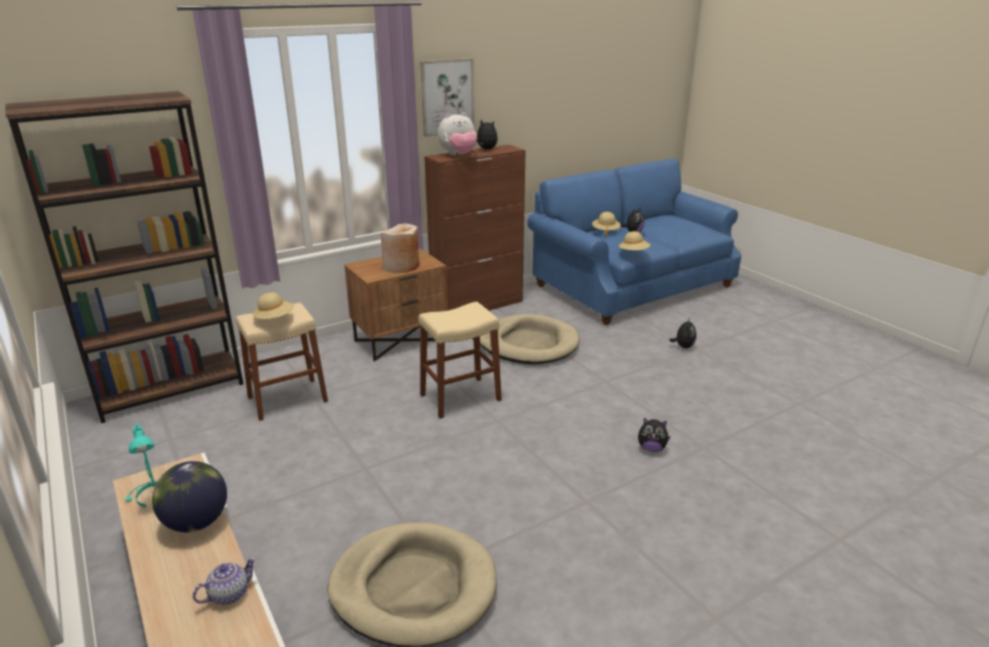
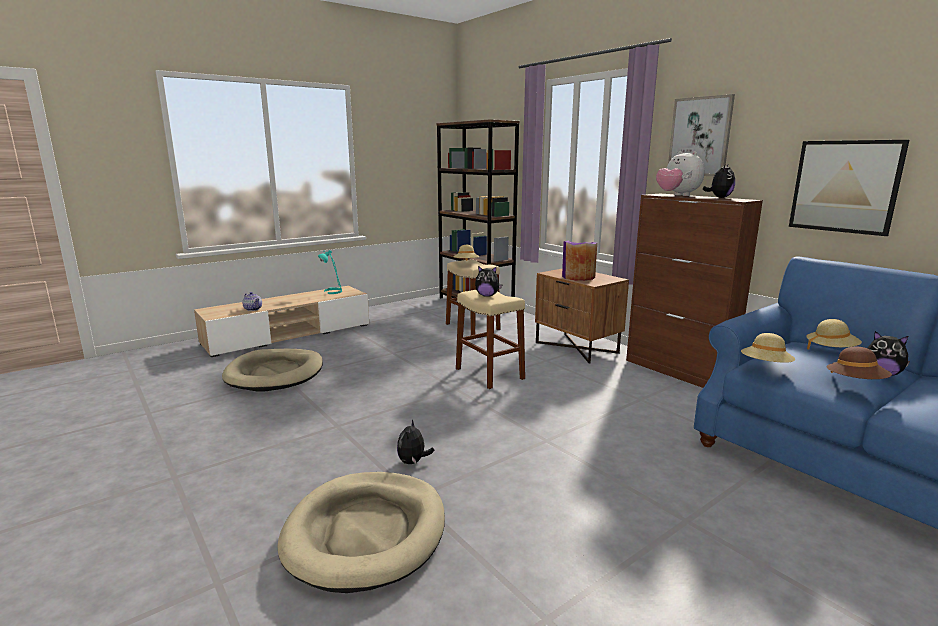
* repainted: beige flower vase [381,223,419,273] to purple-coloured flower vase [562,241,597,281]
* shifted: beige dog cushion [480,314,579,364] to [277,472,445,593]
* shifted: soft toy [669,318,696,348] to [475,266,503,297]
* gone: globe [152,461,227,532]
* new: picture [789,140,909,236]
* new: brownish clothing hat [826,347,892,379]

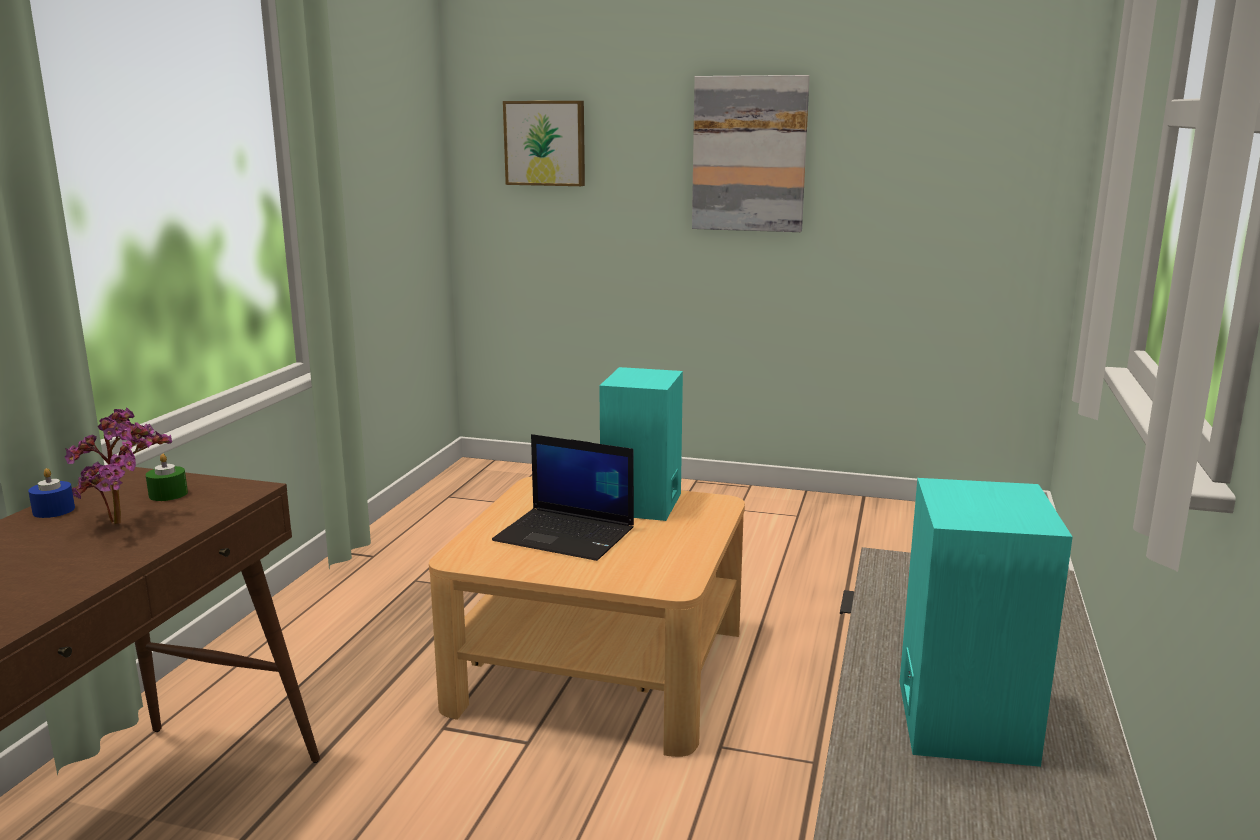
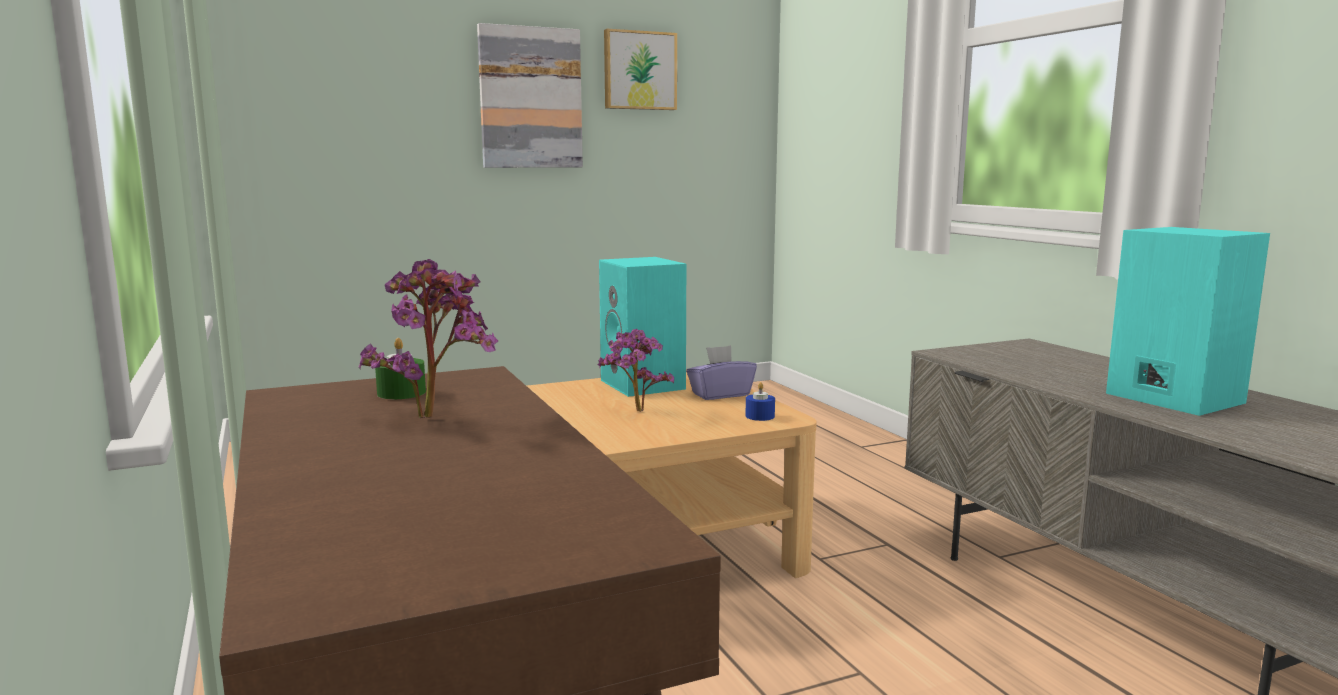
* shifted: picture [503,101,585,186] to [604,29,677,110]
* swapped: portable computer [492,434,634,561] to plant in a pot [598,329,674,412]
* shifted: blue wax light [28,468,75,518] to [745,382,775,421]
* new: purple-coloured tissue box [686,345,757,400]

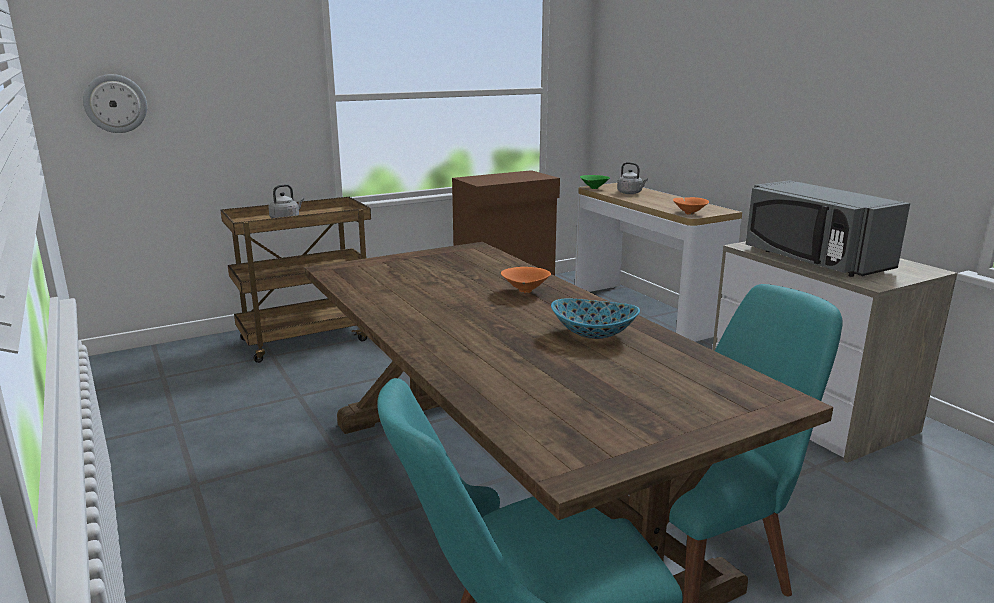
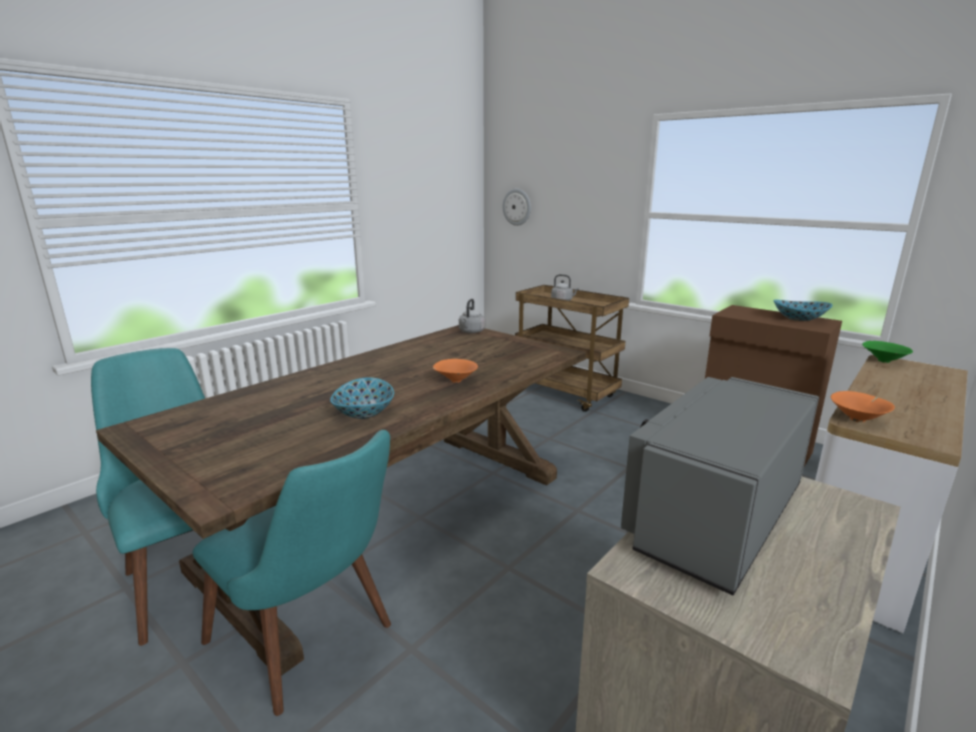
* shifted: greyish kettle [617,162,648,194] to [459,299,485,333]
* new: deep dish [773,300,833,321]

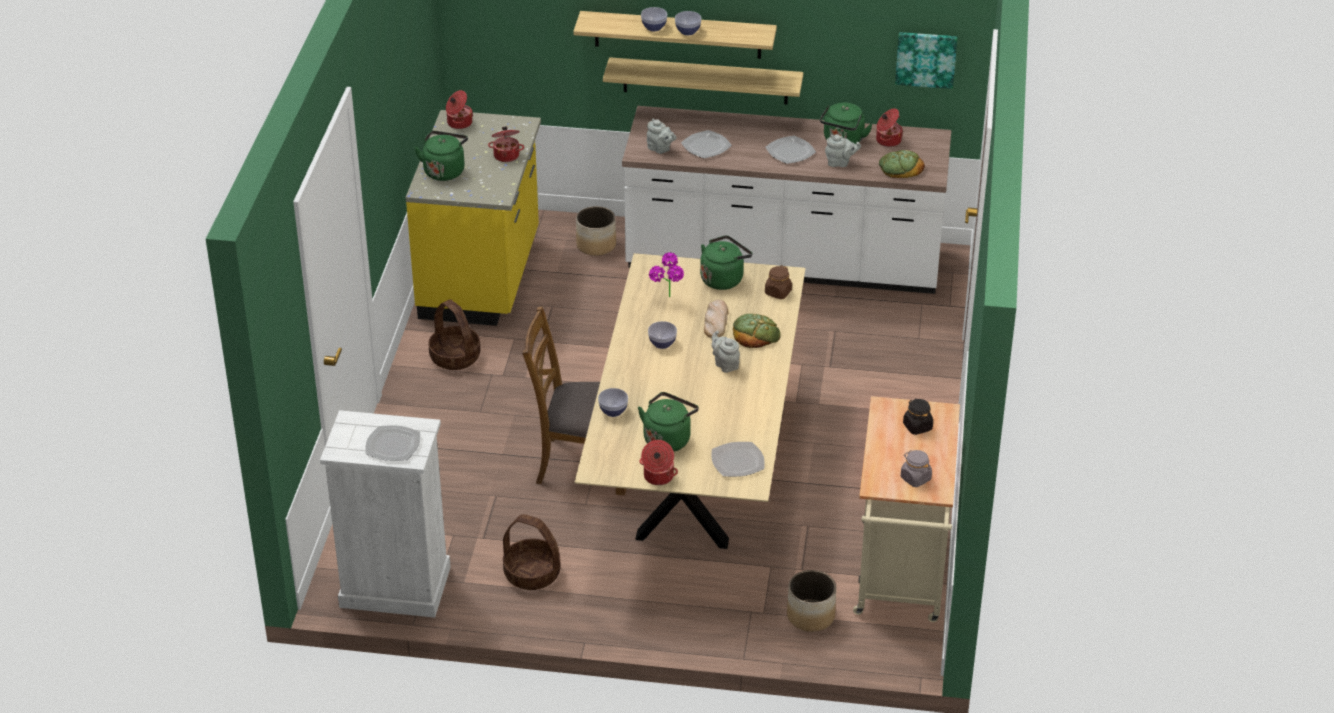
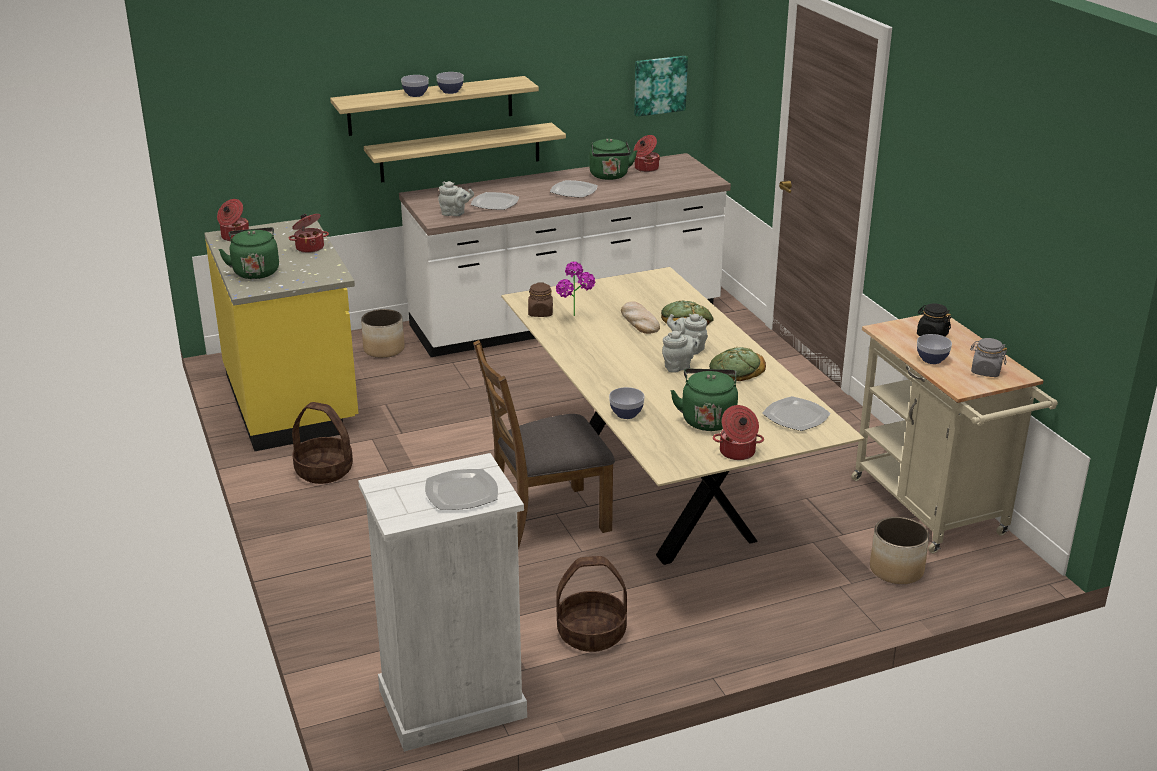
* shifted: greyish pot for tea [825,135,861,167] to [662,331,702,373]
* shifted: baked bread [879,150,925,178] to [709,347,766,381]
* gone: greenish kettle [700,235,752,290]
* shifted: brownish jar [765,265,792,299] to [528,282,553,317]
* shifted: deep dish [648,321,677,349] to [917,334,952,364]

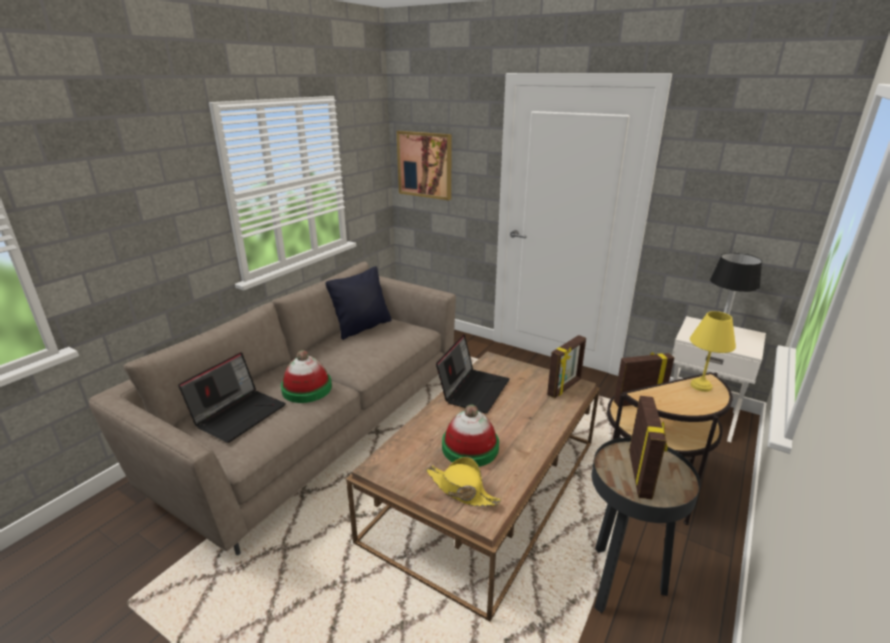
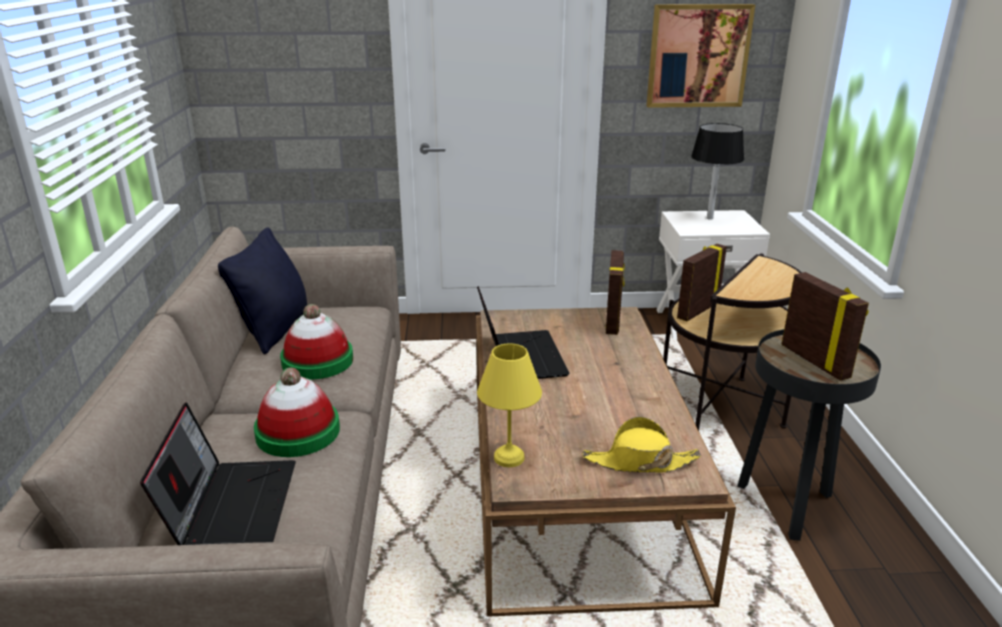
* shifted: picture [397,131,452,200] to [646,4,755,108]
* shifted: yellow-coloured lamp for a table [690,311,736,392] to [477,343,542,467]
* shifted: clothing hat [442,405,499,467] to [280,304,353,379]

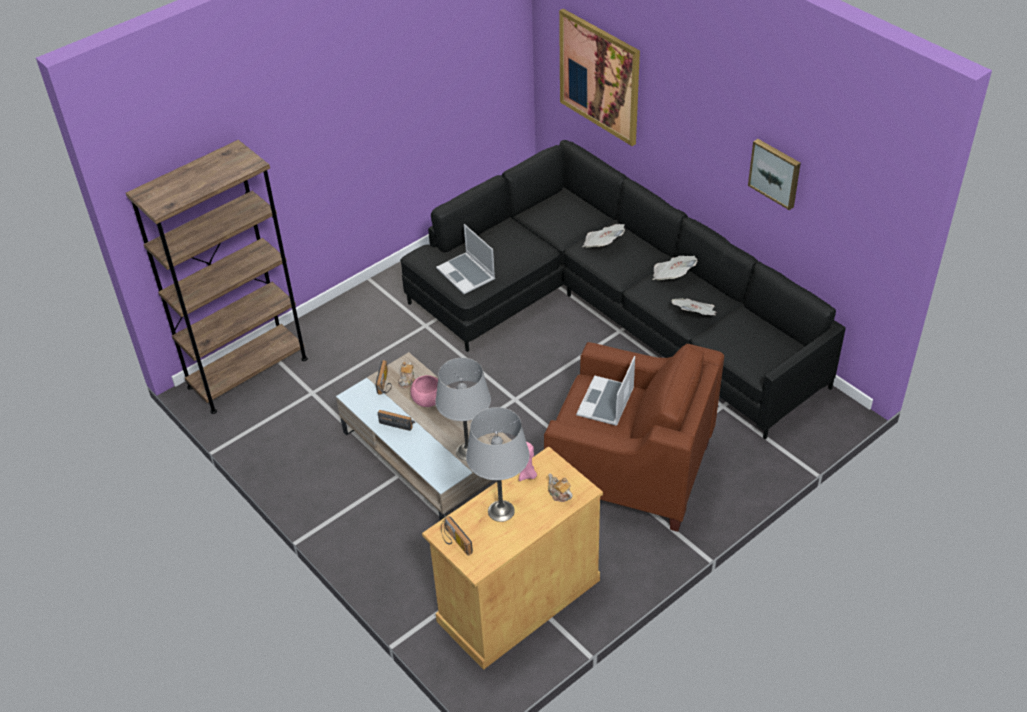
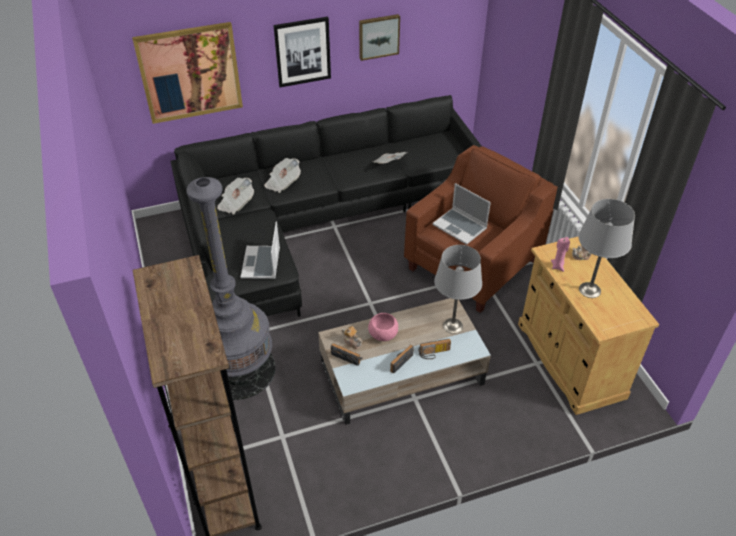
* rotated: portable computer [436,224,495,294] = [241,222,280,279] 105 degrees clockwise
* shifted: printed paper [653,256,698,280] to [217,178,254,214]
* shifted: radio [441,516,473,556] to [418,339,451,359]
* new: picture [273,17,331,87]
* new: greyish floor lamp [186,177,276,400]

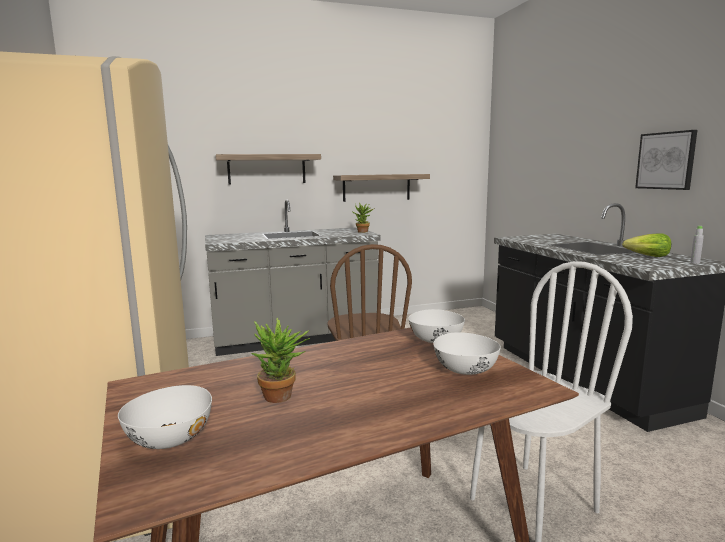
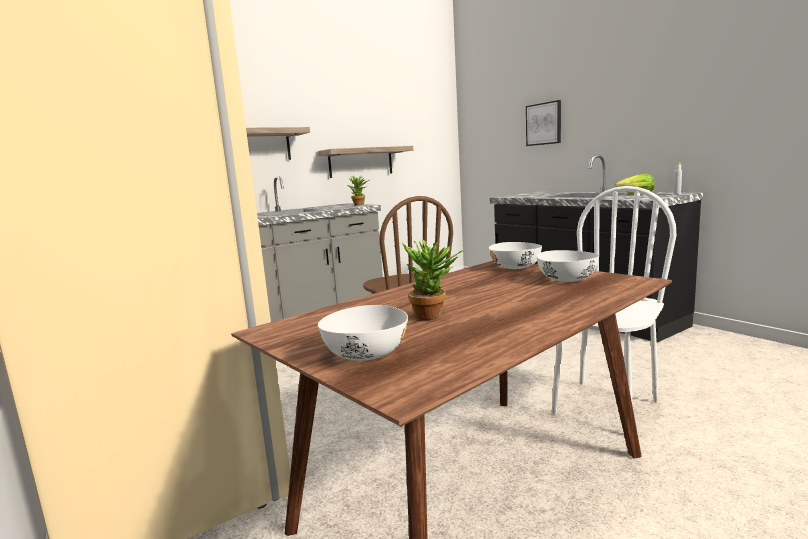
* shifted: picture [635,130,697,190] to [526,100,561,146]

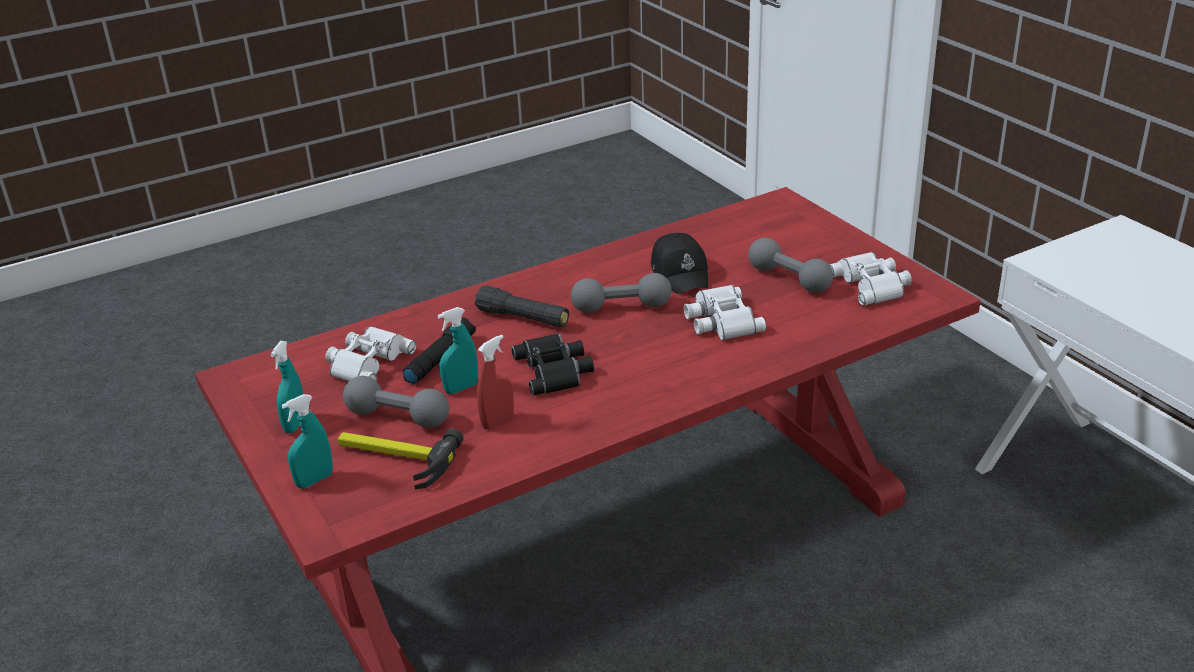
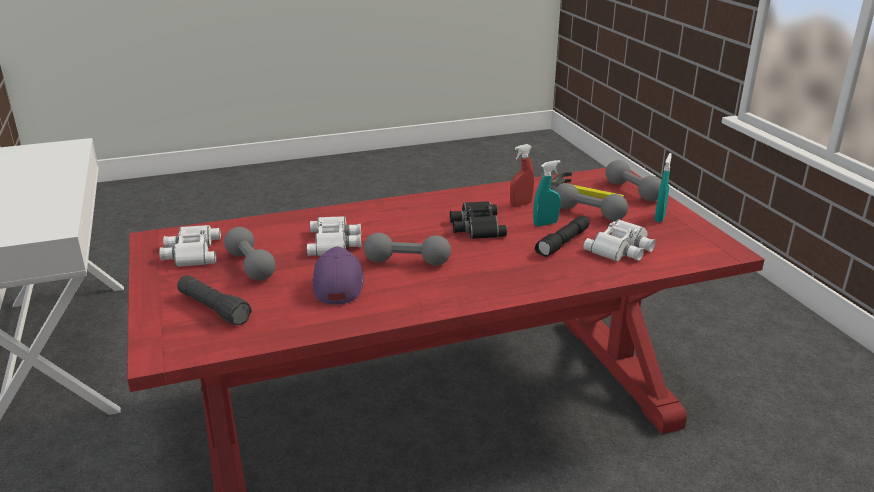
* repainted: black peaked cap [651,233,708,294] to purple-coloured peaked cap [312,246,364,304]
* shifted: black flashlight [475,285,569,327] to [177,275,252,325]
* swapped: turquoise-coloured hand sprayer [281,394,333,488] to greyish free weight [605,160,661,201]

